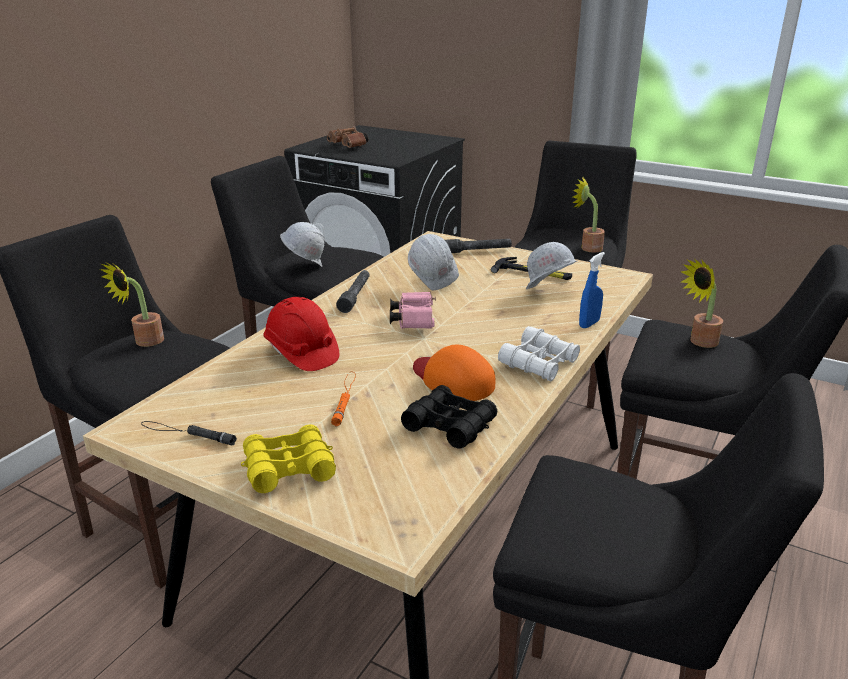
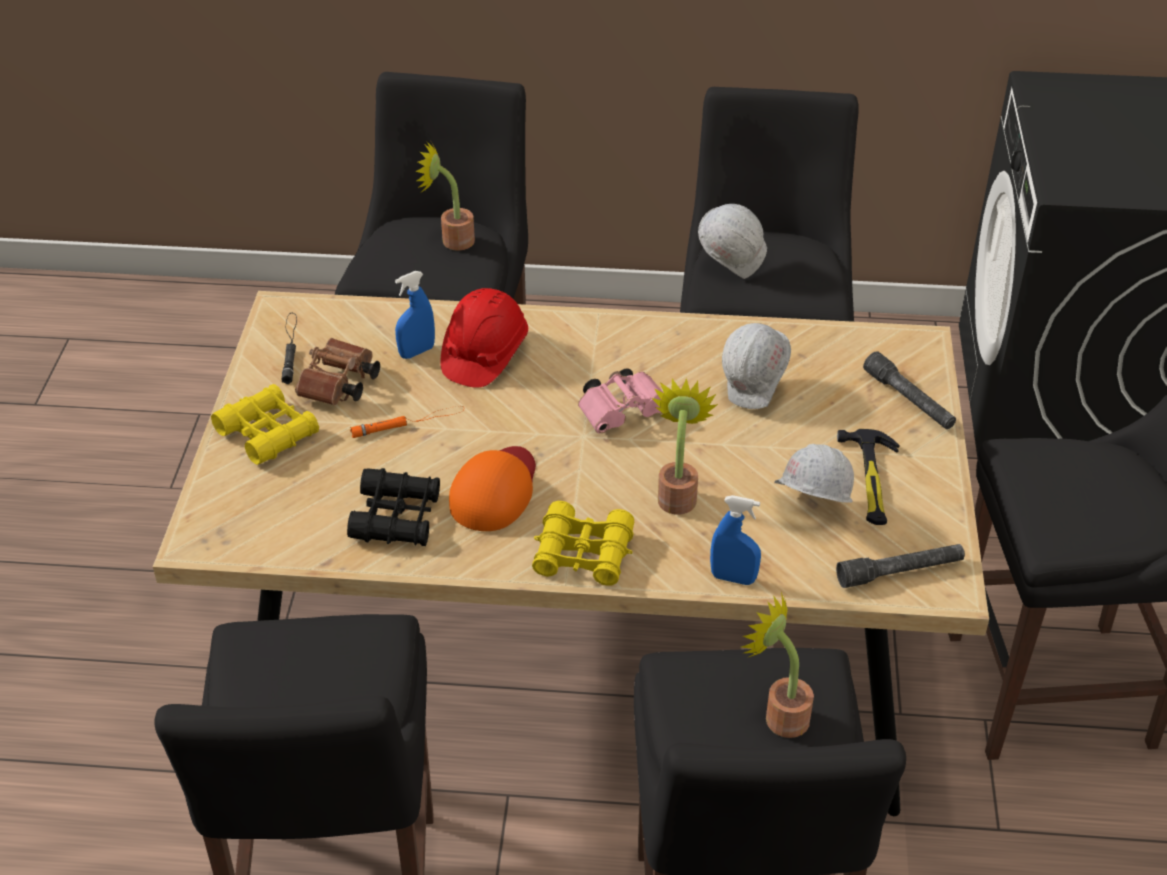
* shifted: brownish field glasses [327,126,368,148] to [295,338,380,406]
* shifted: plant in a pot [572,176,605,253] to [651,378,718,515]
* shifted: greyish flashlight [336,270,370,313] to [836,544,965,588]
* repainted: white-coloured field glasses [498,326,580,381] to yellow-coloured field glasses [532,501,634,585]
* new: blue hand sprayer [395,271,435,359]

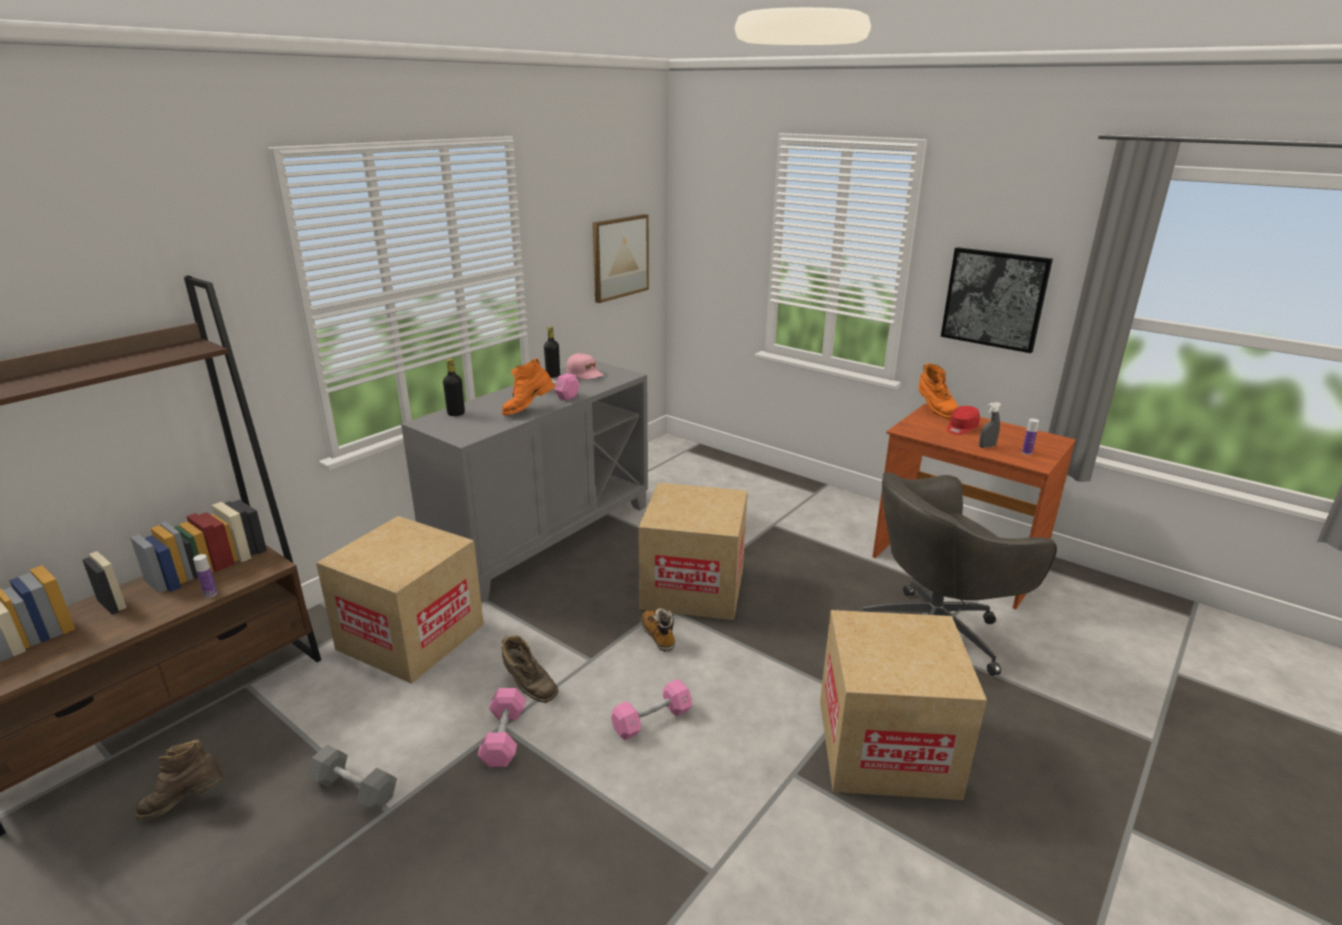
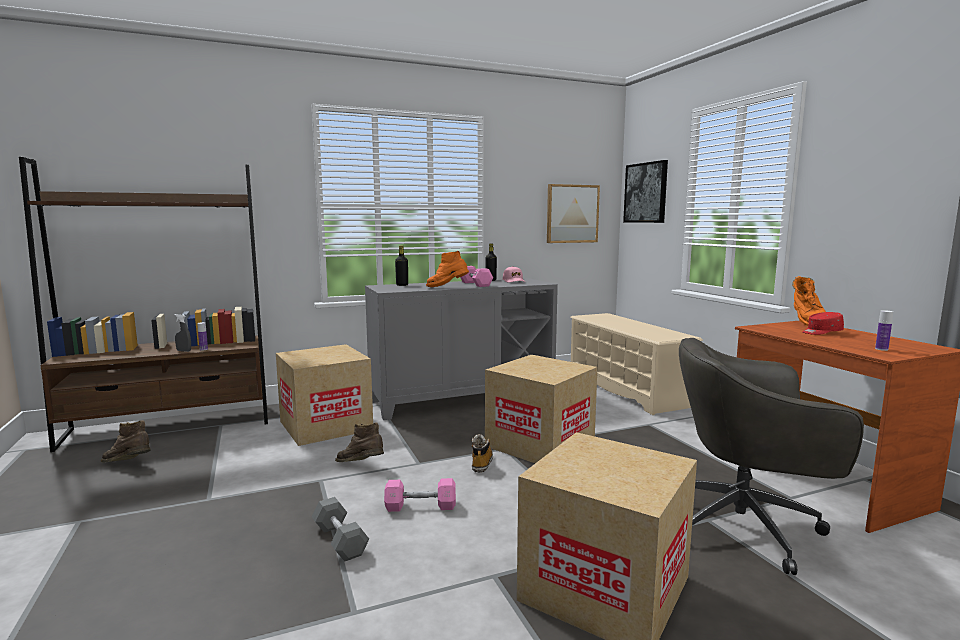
* shifted: picture [941,247,1053,353] to [623,160,668,223]
* shifted: greyish hand sprayer [979,402,1002,448] to [174,314,191,352]
* rotated: brownish boot [502,636,558,703] = [335,423,384,462] 135 degrees clockwise
* gone: pinkish free weight [477,688,526,767]
* shifted: greyish free weight [307,745,397,812] to [312,497,369,561]
* new: beige shoe stand [570,313,703,415]

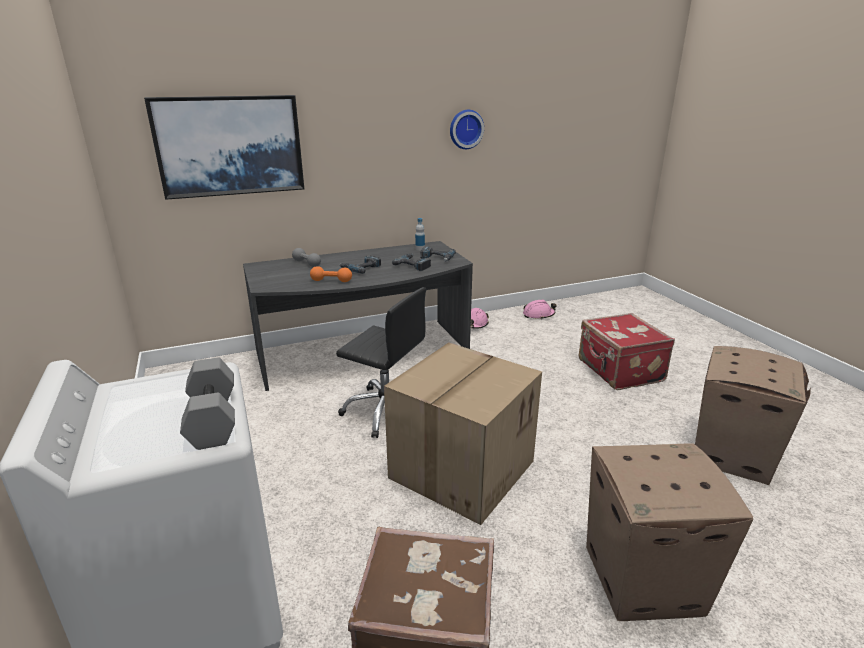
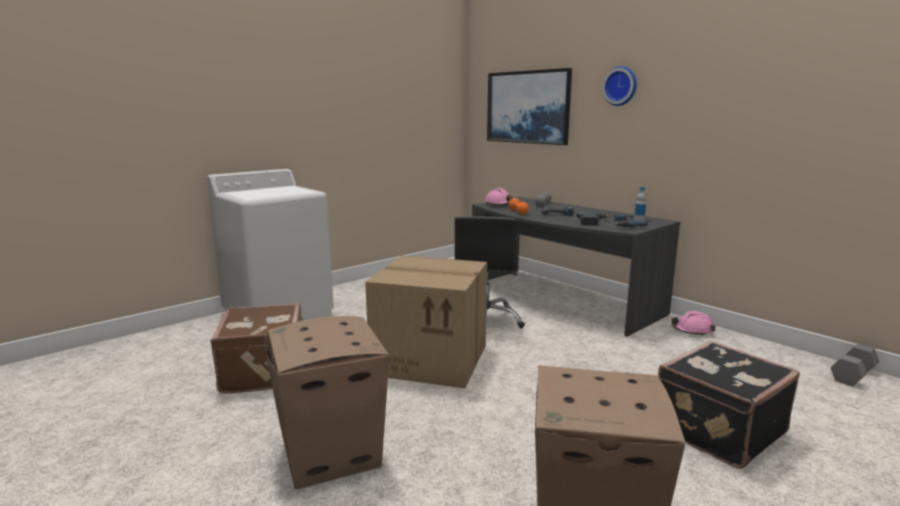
* shifted: clock on the wall [450,110,484,149] to [602,66,637,106]
* shifted: pinkish work helmet [523,300,556,318] to [485,188,512,205]
* repainted: red-coloured travel case [579,313,675,390] to black travel case [658,341,800,469]
* shifted: greyish free weight [180,358,235,450] to [830,344,879,386]

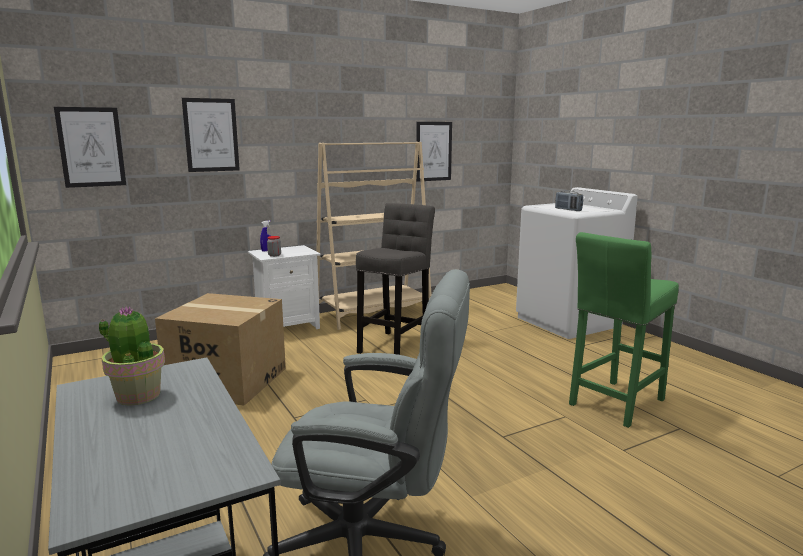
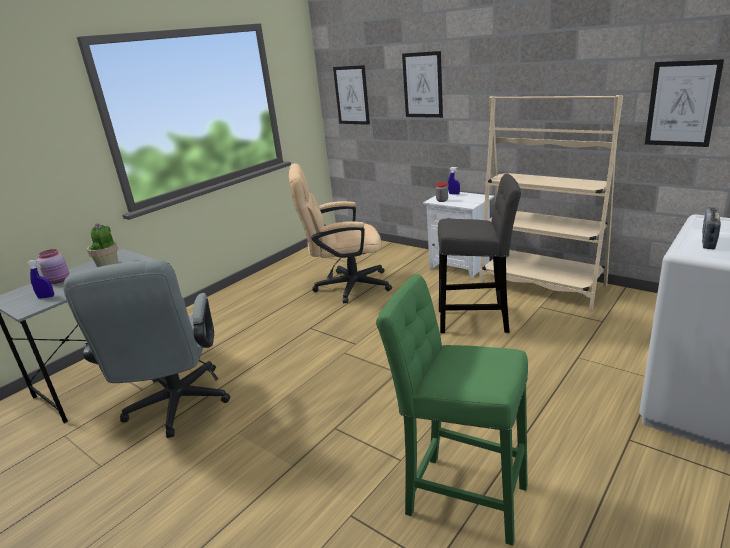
* swapped: carton [155,293,286,406] to beige office chair [289,163,392,303]
* new: pinkish jar [38,249,69,284]
* new: blue hand sprayer [27,260,54,299]

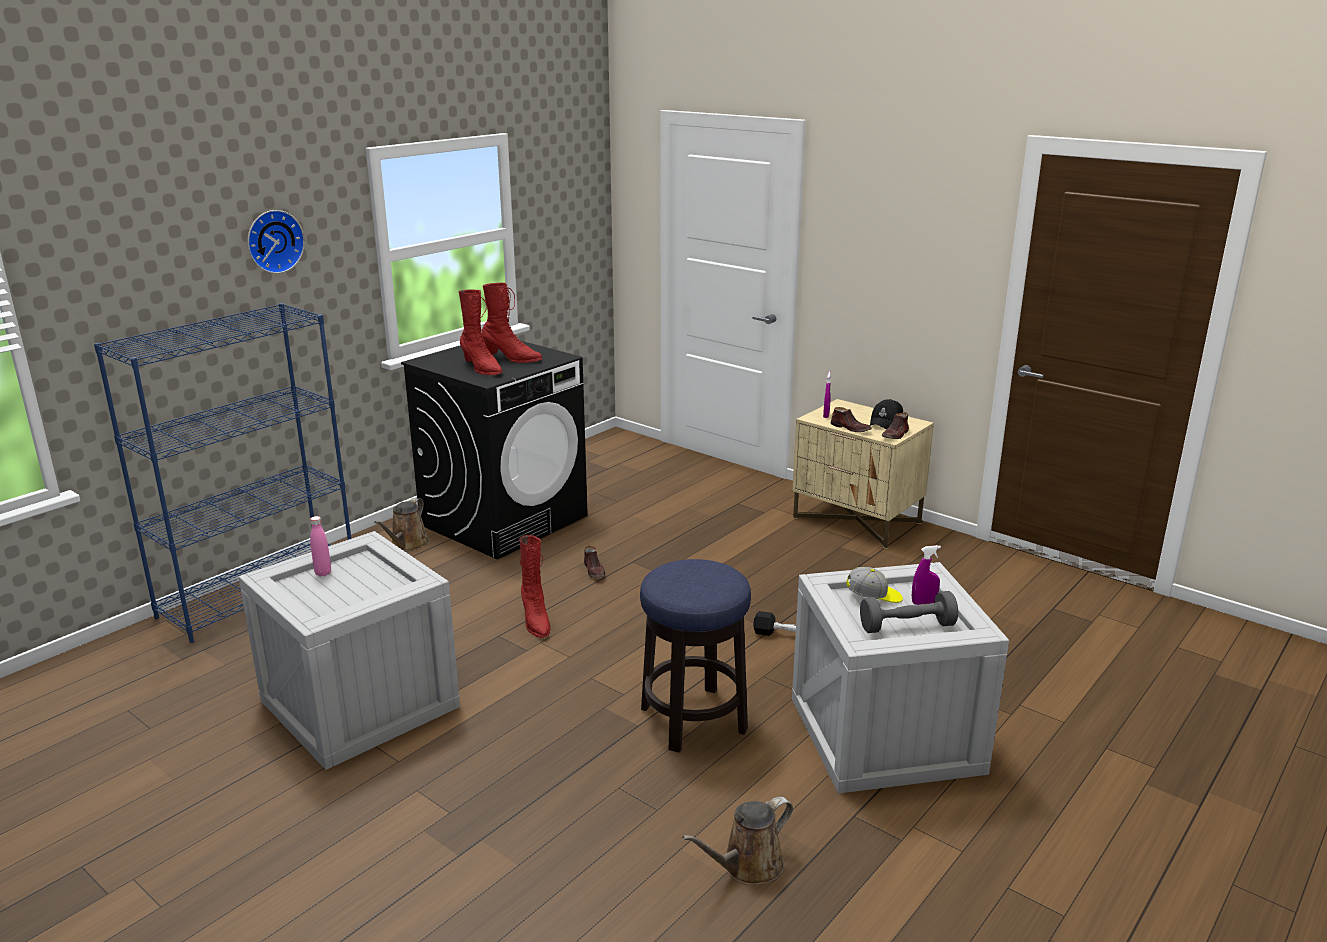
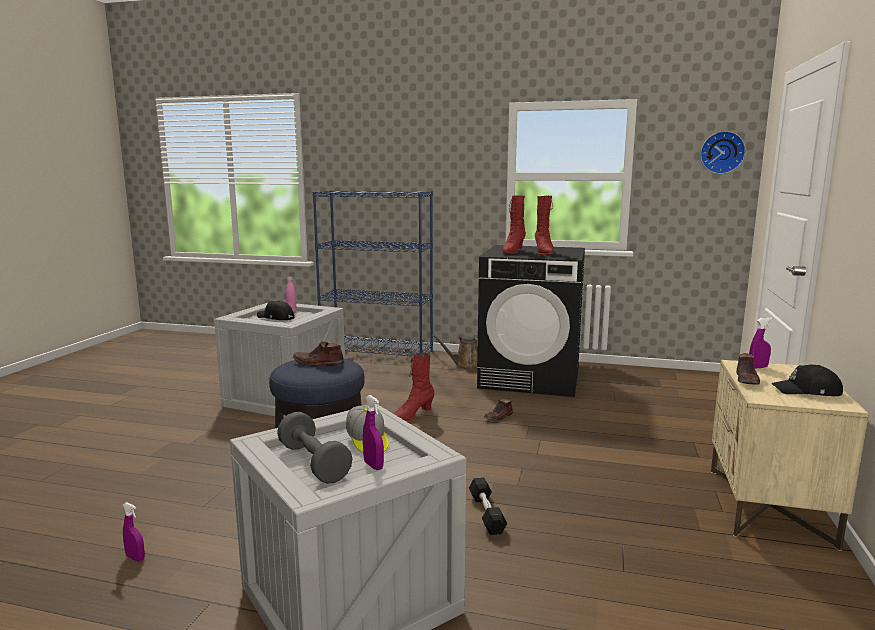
* shifted: clock on the wall [247,210,305,274] to [700,131,746,174]
* shifted: brownish shoe [881,412,909,439] to [293,341,344,367]
* swapped: brownish watering pot [682,797,793,885] to purple-coloured hand sprayer [123,502,145,562]
* new: black peaked cap [257,301,295,320]

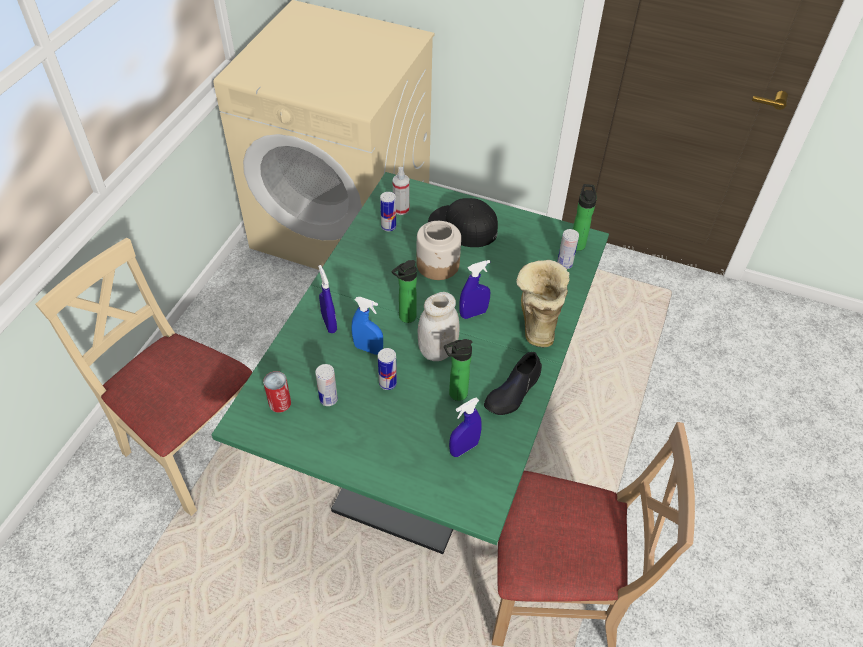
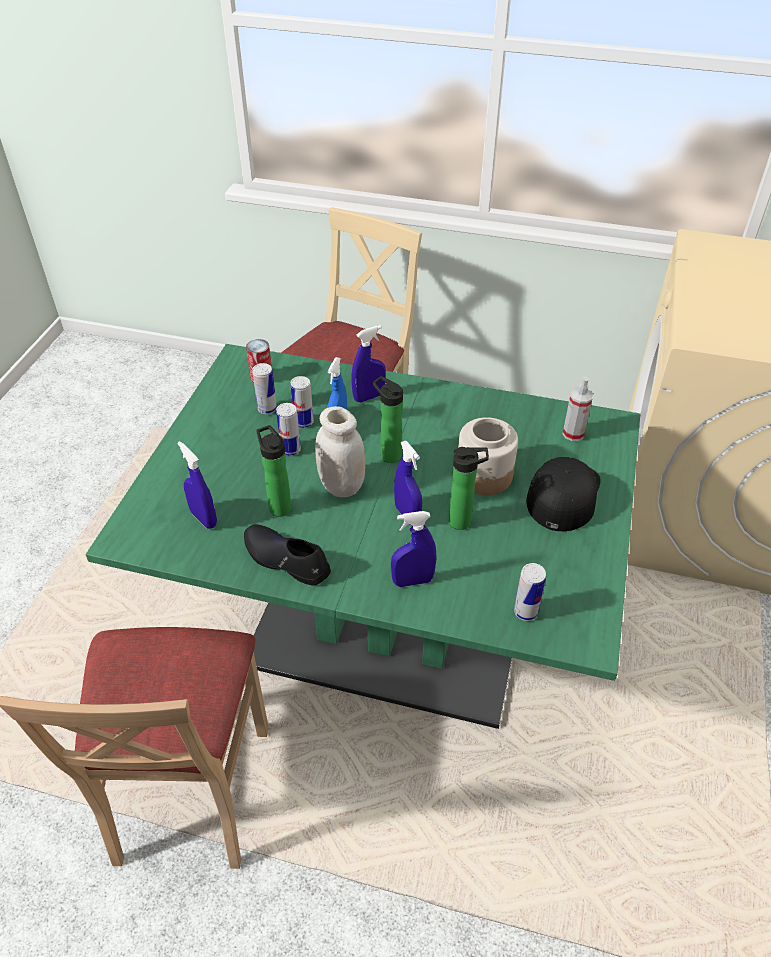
* shifted: drink bottle [573,184,597,251] to [449,447,489,530]
* shifted: metal can [380,192,396,231] to [290,376,314,428]
* swapped: boot [516,260,570,348] to blue hand sprayer [391,511,437,587]

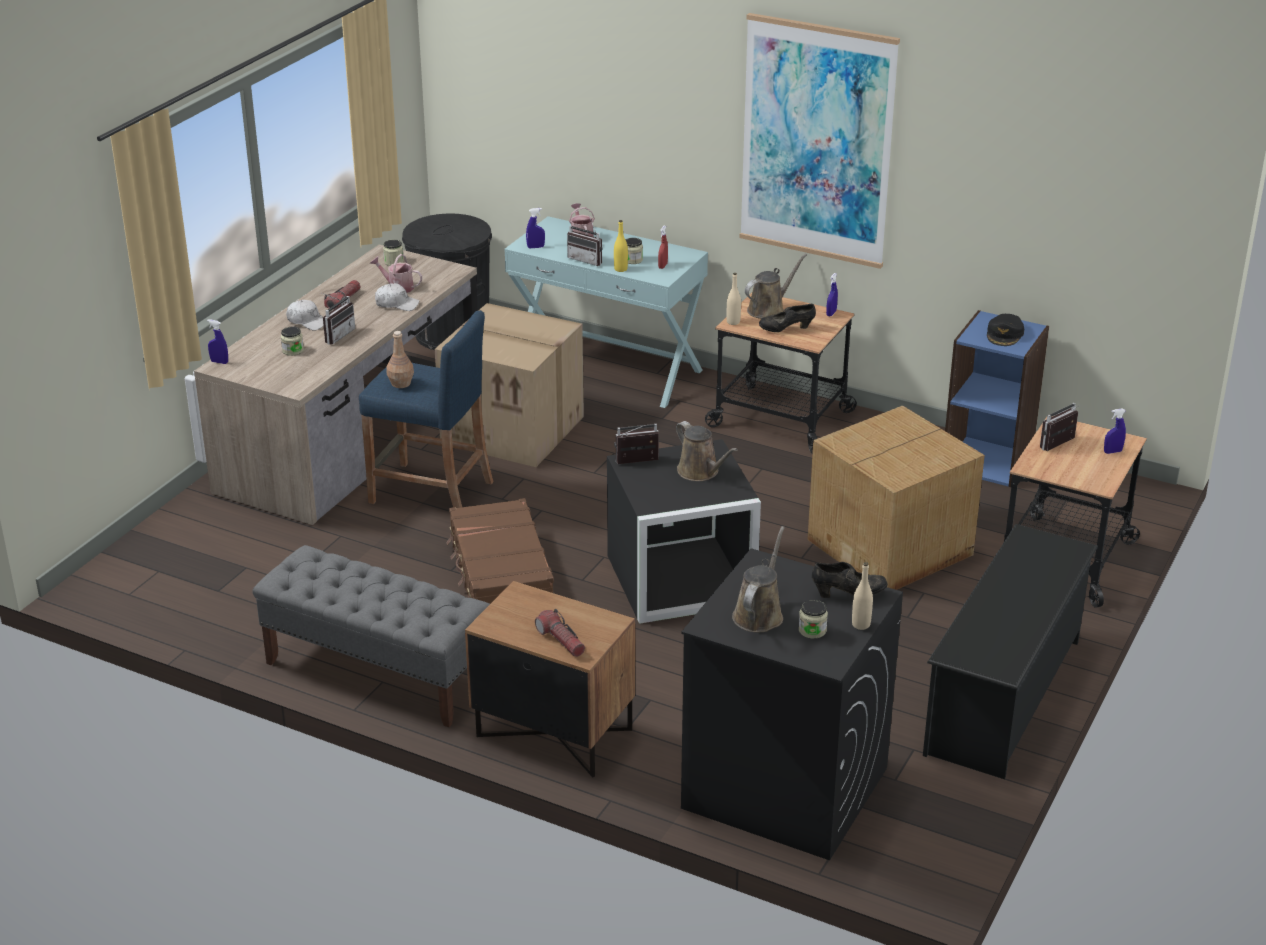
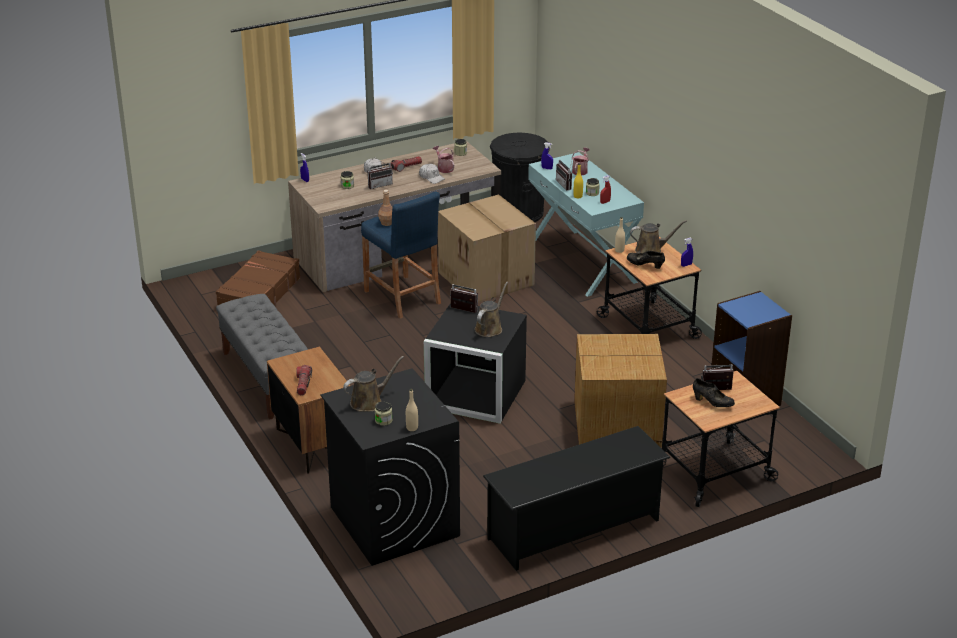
* gone: picture [739,13,900,269]
* gone: black peaked cap [987,314,1024,346]
* gone: blue hand sprayer [1104,408,1126,454]
* rotated: brownish watering pot [676,421,738,481] = [474,282,508,337] 150 degrees counterclockwise
* shifted: brownish travel case [446,498,554,604] to [216,250,301,306]
* shifted: black shoe [812,562,888,598] to [693,378,735,407]

